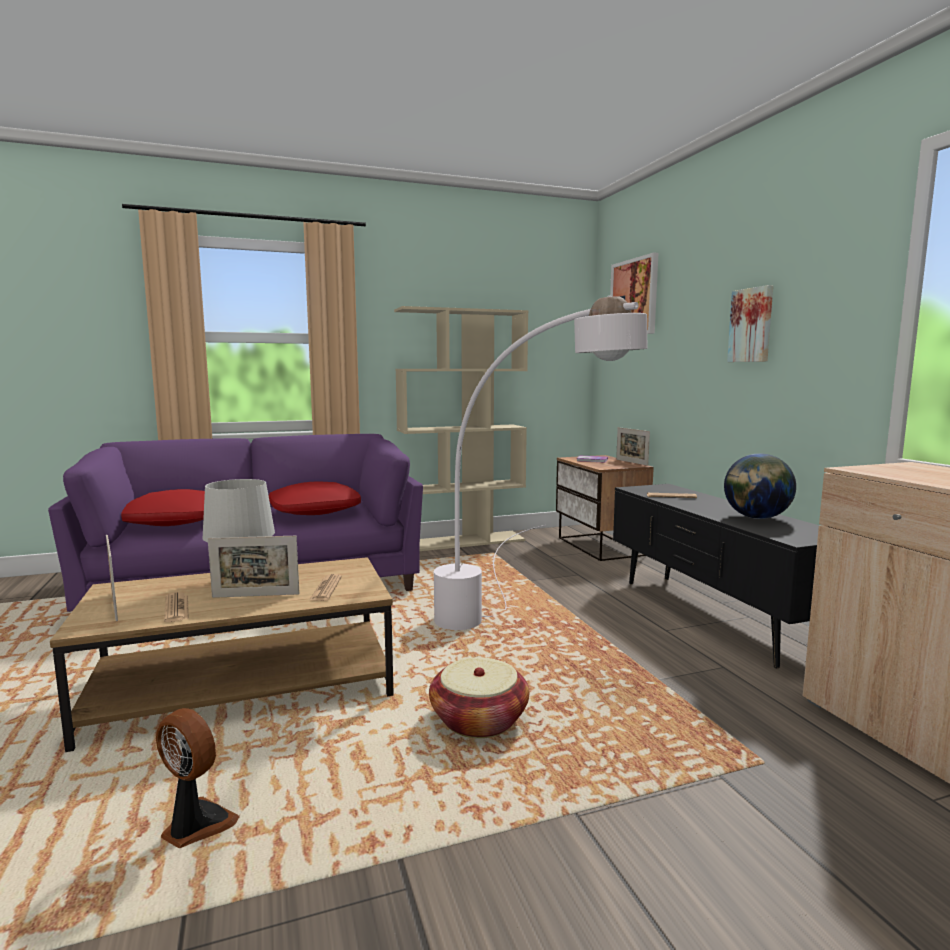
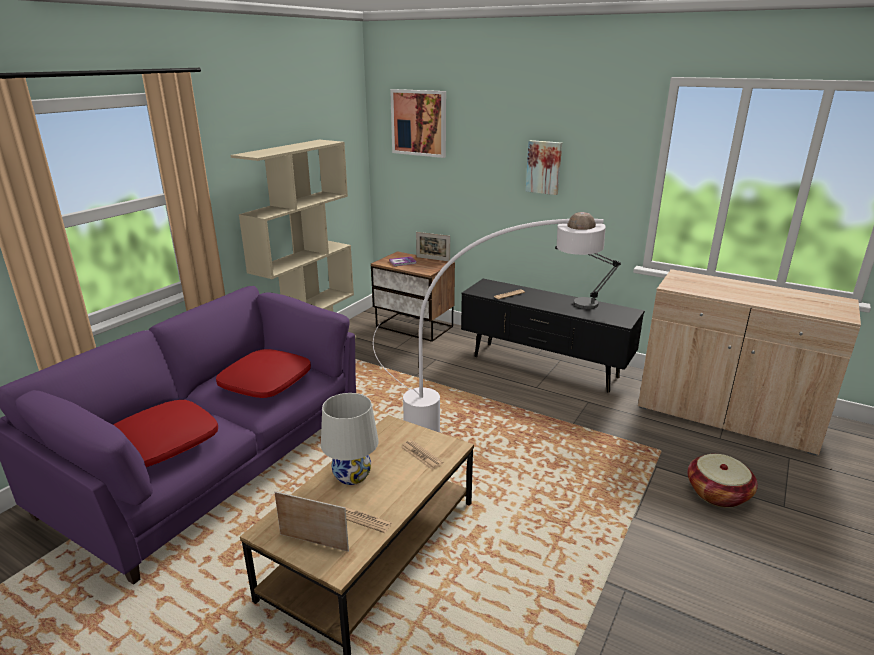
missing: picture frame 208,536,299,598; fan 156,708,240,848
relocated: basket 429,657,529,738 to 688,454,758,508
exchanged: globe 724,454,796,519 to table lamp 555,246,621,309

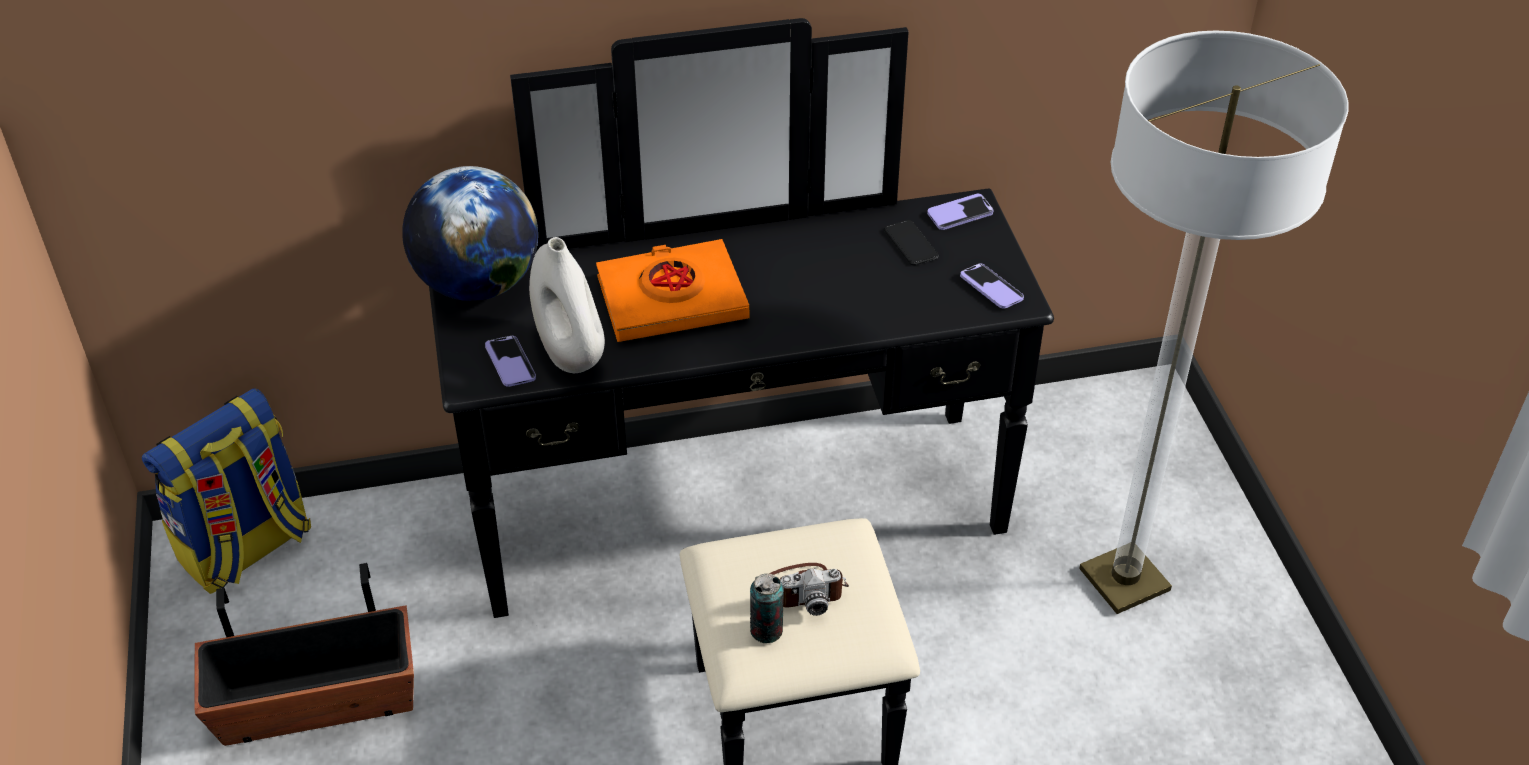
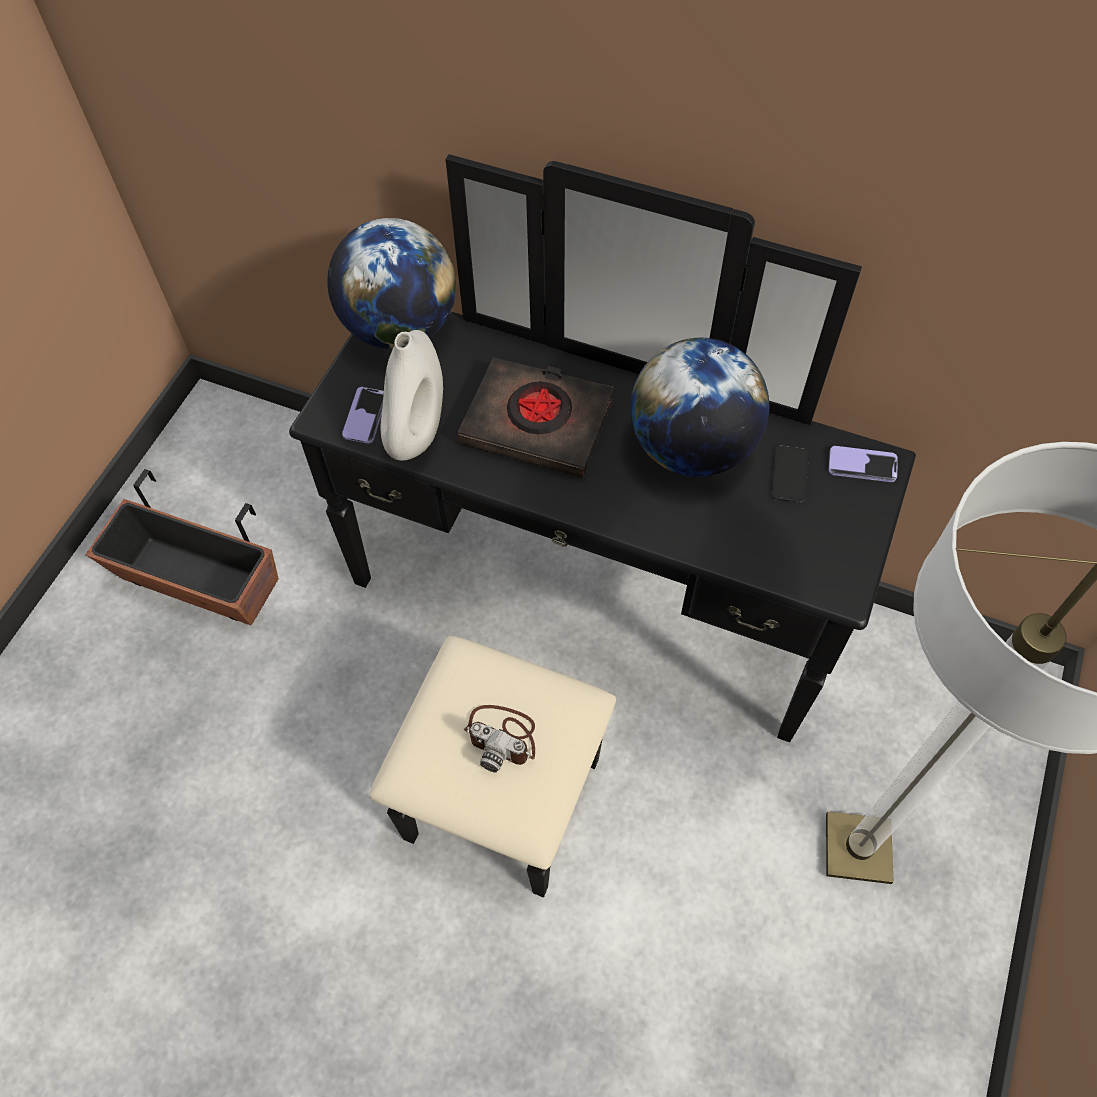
missing: phone 960,264,1024,309; backpack 142,388,311,594; can 750,573,784,643
appeared: globe 630,338,769,477
colour: orange book 596,239,749,342 to black book 458,357,614,477

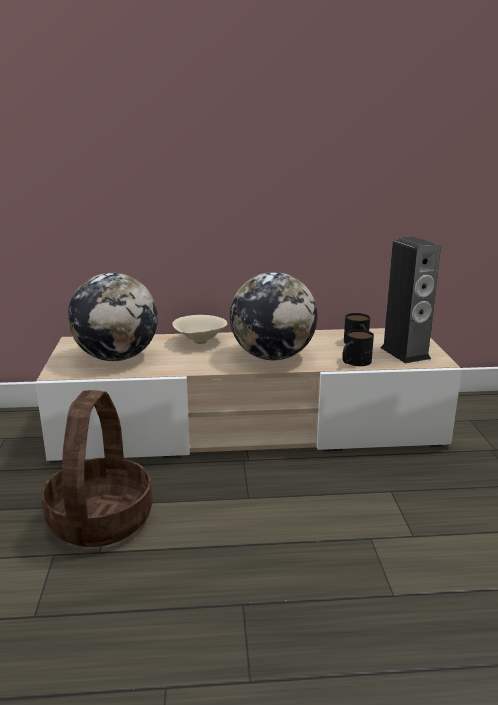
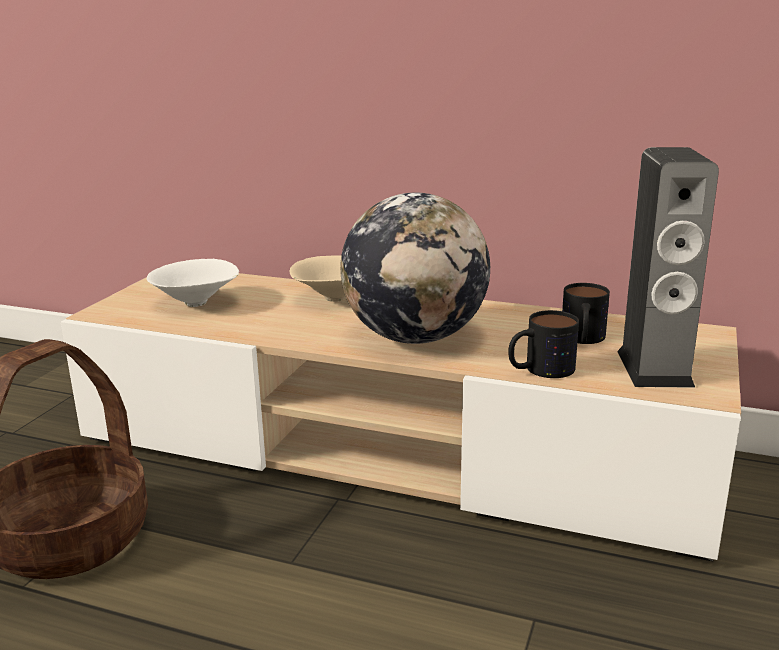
exchanged: globe 68,273,158,361 to white bowl 146,259,239,307

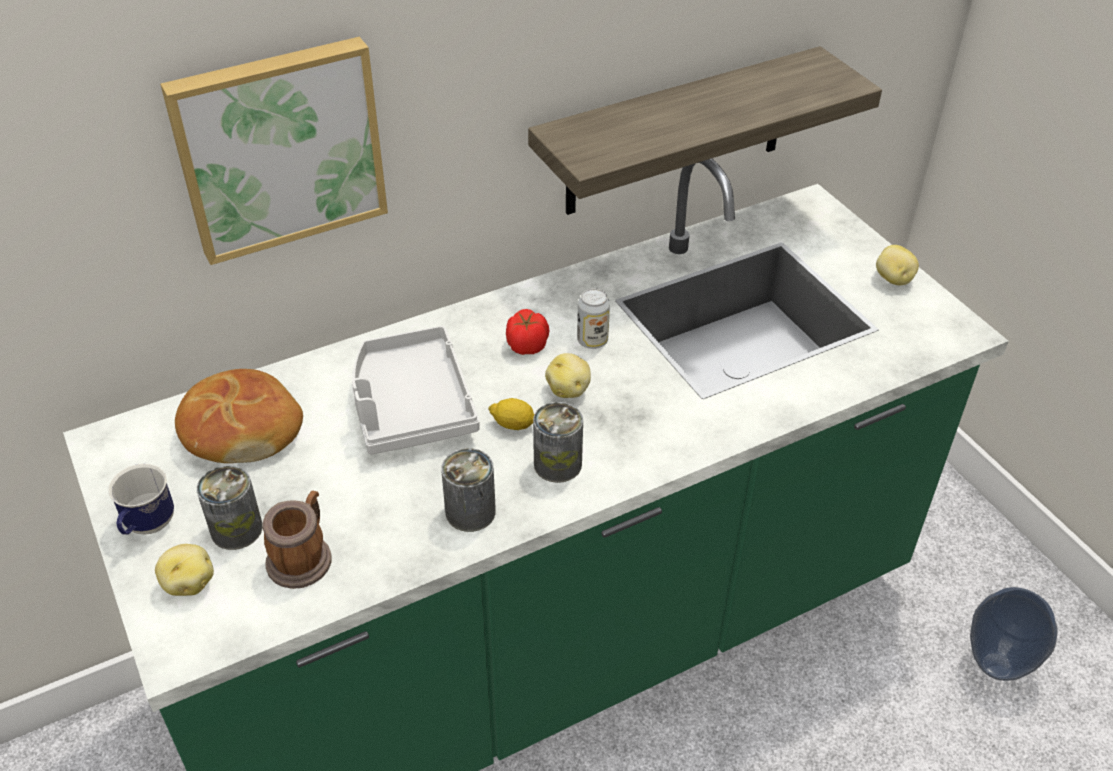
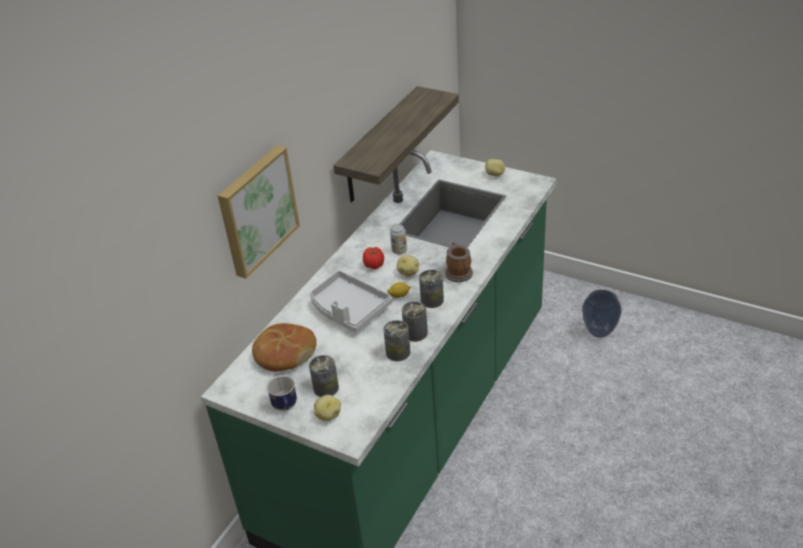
appeared: can 383,320,410,361
relocated: mug 263,491,332,589 to 445,242,473,282

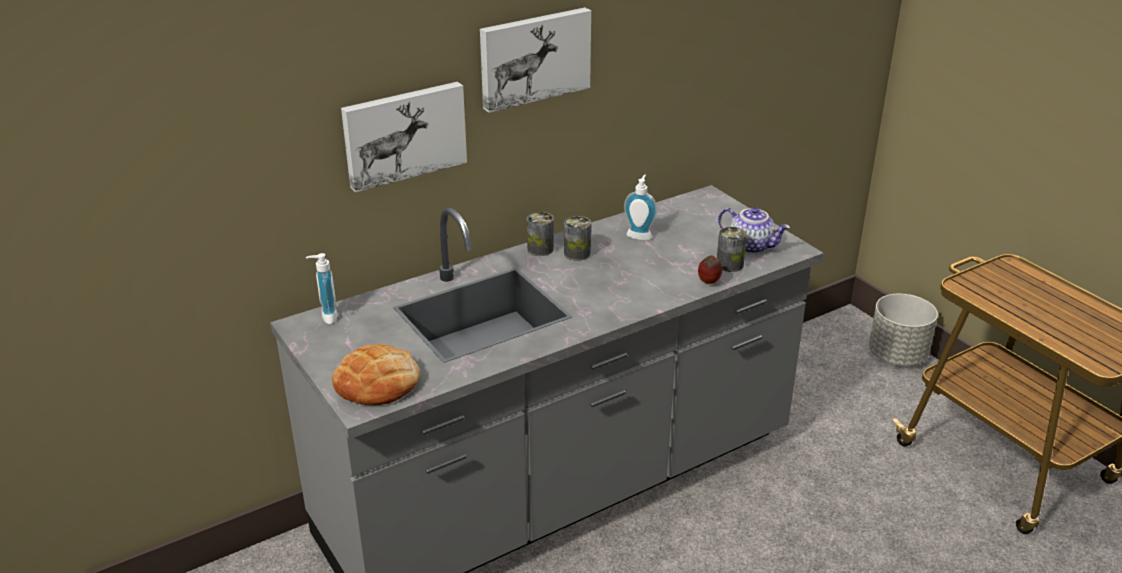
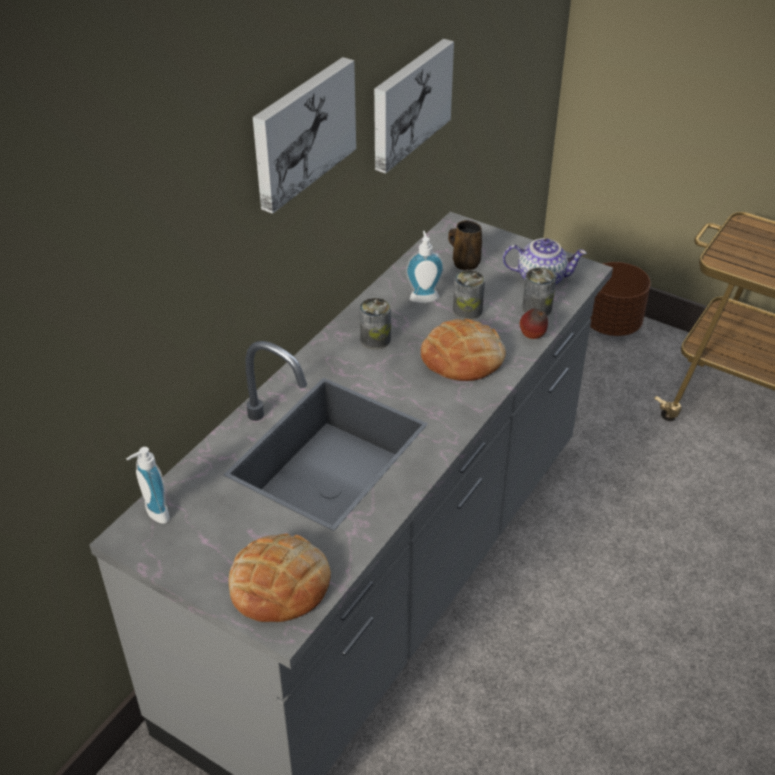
appeared: brown mug 448,220,482,270; bread 421,319,506,381
relocated: picture 341,82,467,192 to 374,39,454,174; can 527,212,554,256 to 453,270,485,320
colour: grey planter 869,294,938,366 to brown planter 590,262,651,336

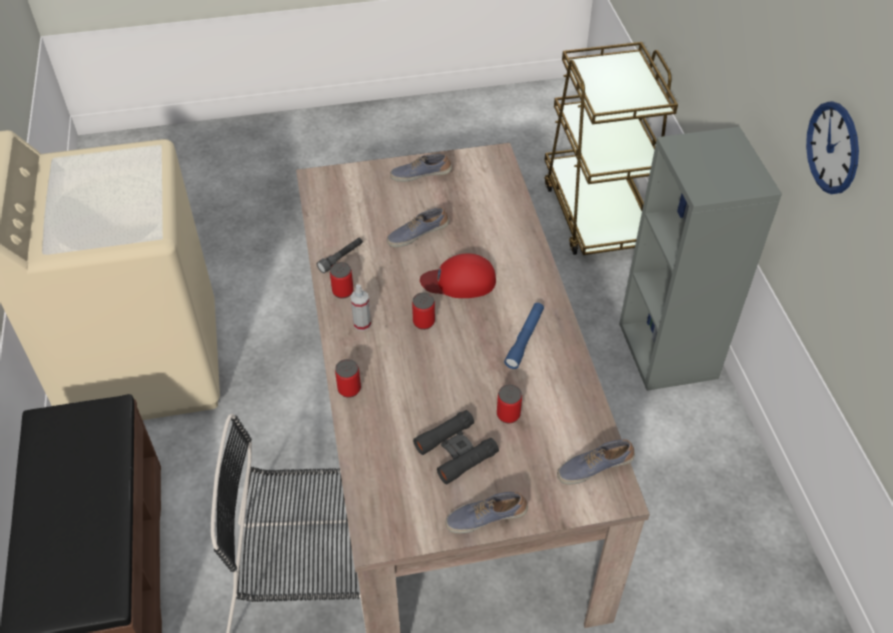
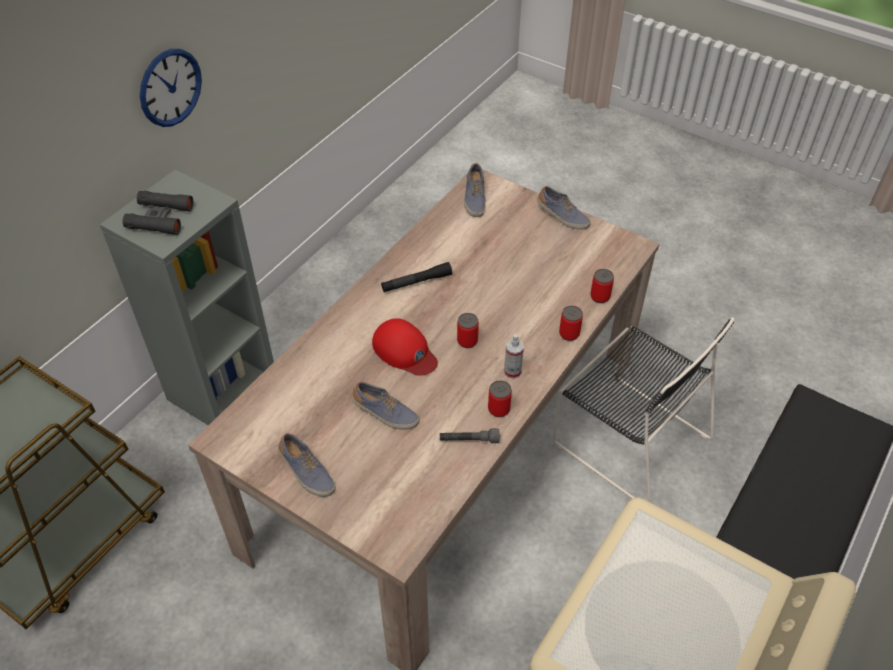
relocated: can 497,384,522,424 to 590,269,614,303; black binoculars 413,410,499,484 to 123,191,193,235
colour: blue flashlight 504,303,544,369 to black flashlight 381,262,452,292
spun: shoe 557,439,635,485 = 464,163,485,217 60 degrees clockwise

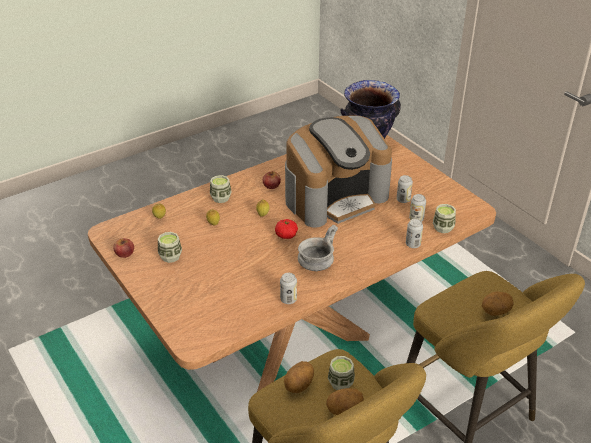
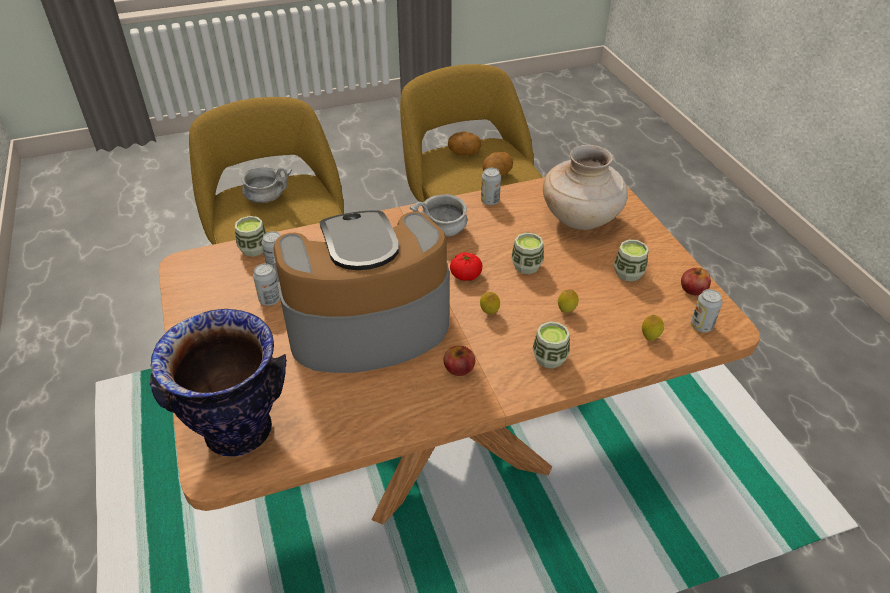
appeared: beige vase 543,145,628,230
relocated: can 406,219,423,248 to 691,289,722,332; cup 328,356,355,390 to 511,232,544,274
exchanged: potato 482,291,513,316 to grey bowl 241,167,292,203

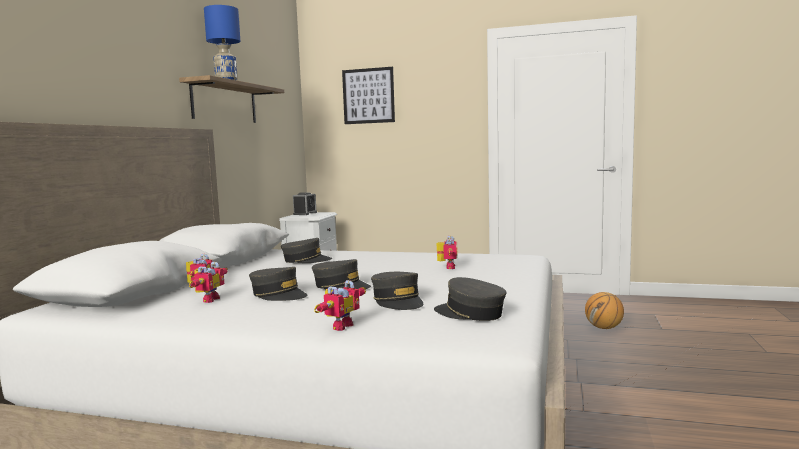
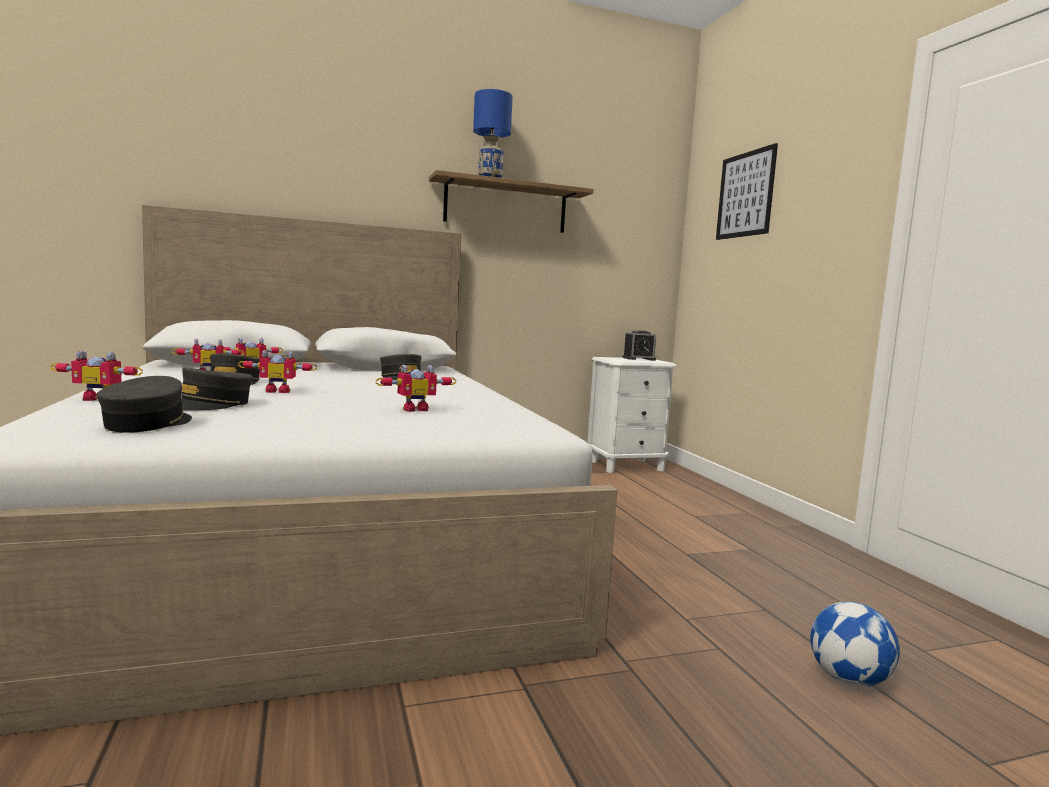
exchanged: grey cap 312,259,371,290 to toy robot 238,350,317,393; basketball 585,292,624,329 to football 810,602,900,687

